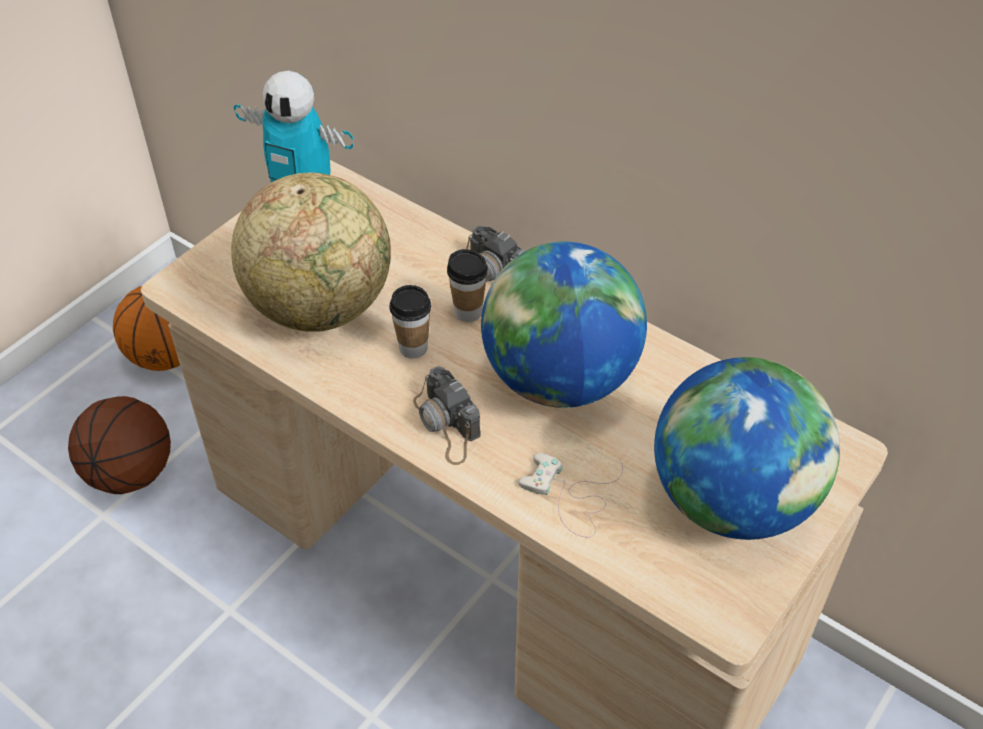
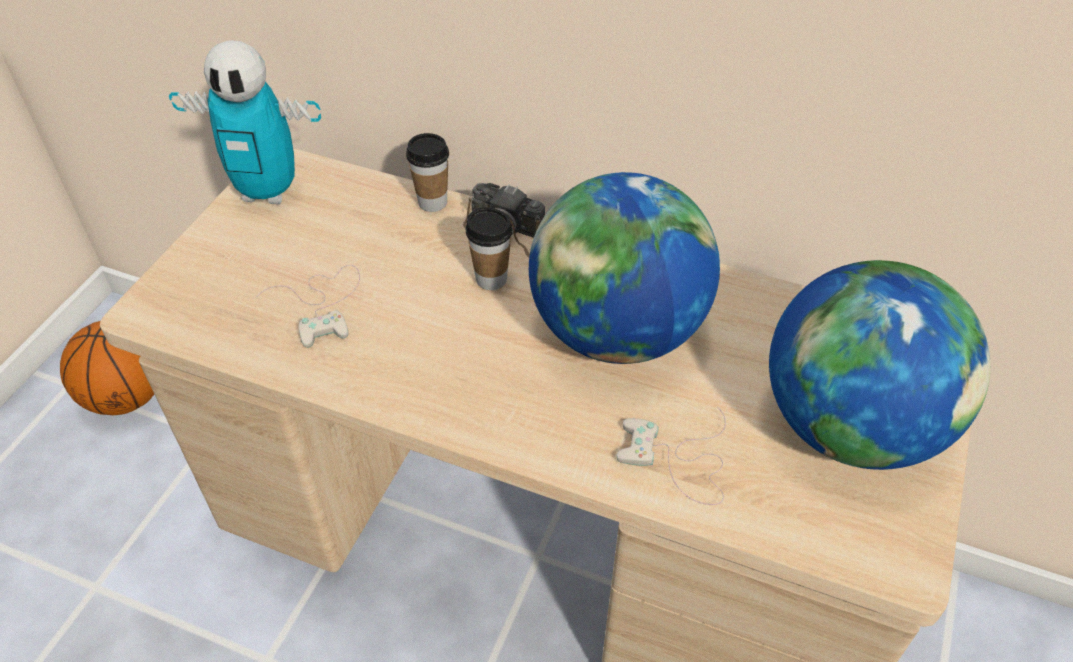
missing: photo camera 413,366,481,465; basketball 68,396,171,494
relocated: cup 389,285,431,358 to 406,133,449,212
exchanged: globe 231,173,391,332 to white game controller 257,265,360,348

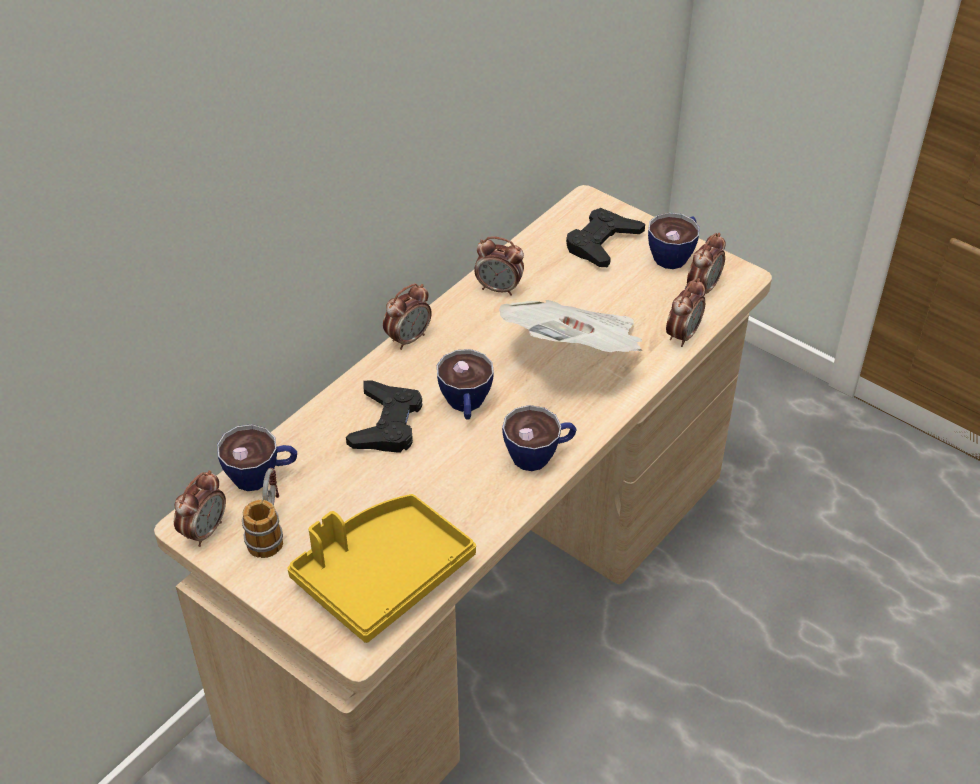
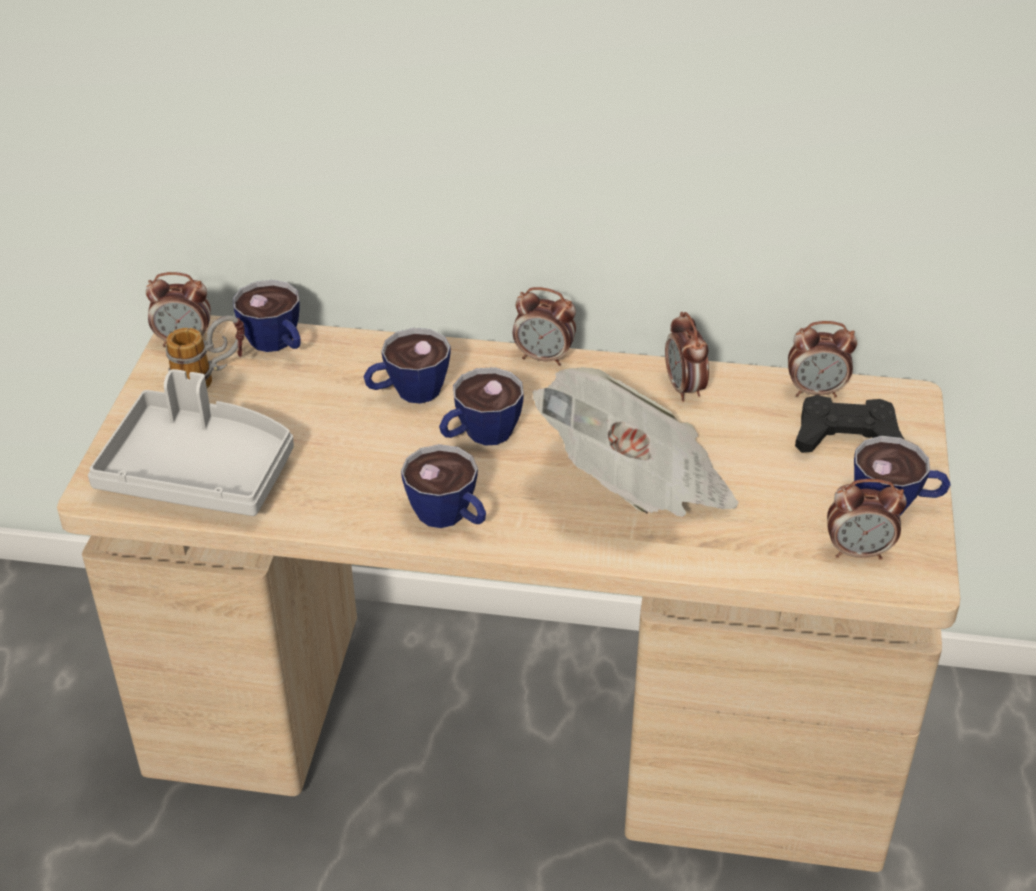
relocated: alarm clock 666,278,705,347 to 788,321,857,398
exchanged: black game controller 346,380,423,453 to cup 364,328,450,404
colour: yellow tray 287,494,476,643 to grey tray 88,369,294,516

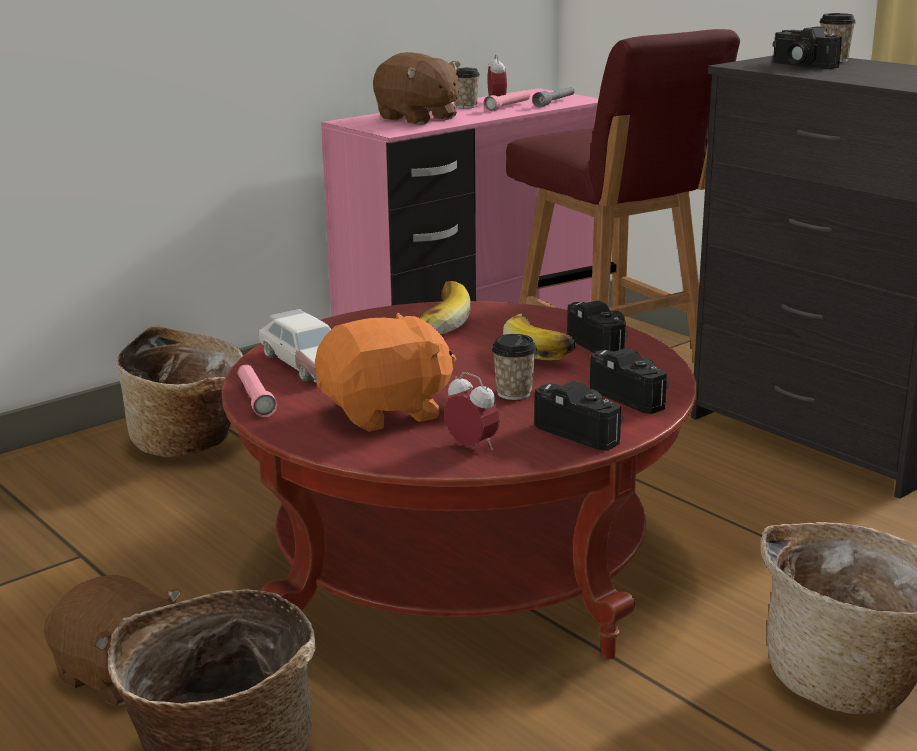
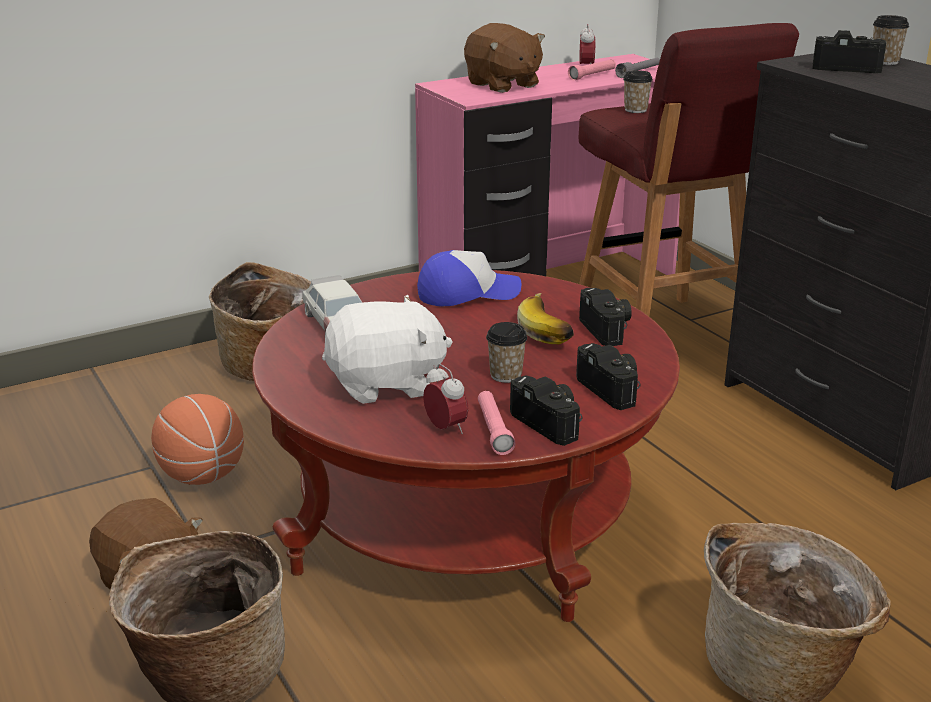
appeared: basketball 151,394,244,485
relocated: cup 454,68,480,109 to 623,70,653,113; pink flashlight 238,365,277,417 to 478,391,516,455
exchanged: banana 420,281,471,334 to cap 417,250,521,306
colour: orange plush toy 315,313,456,432 to white plush toy 322,295,453,404
spun: photo camera 773,26,842,69 = 813,30,886,73 135 degrees clockwise

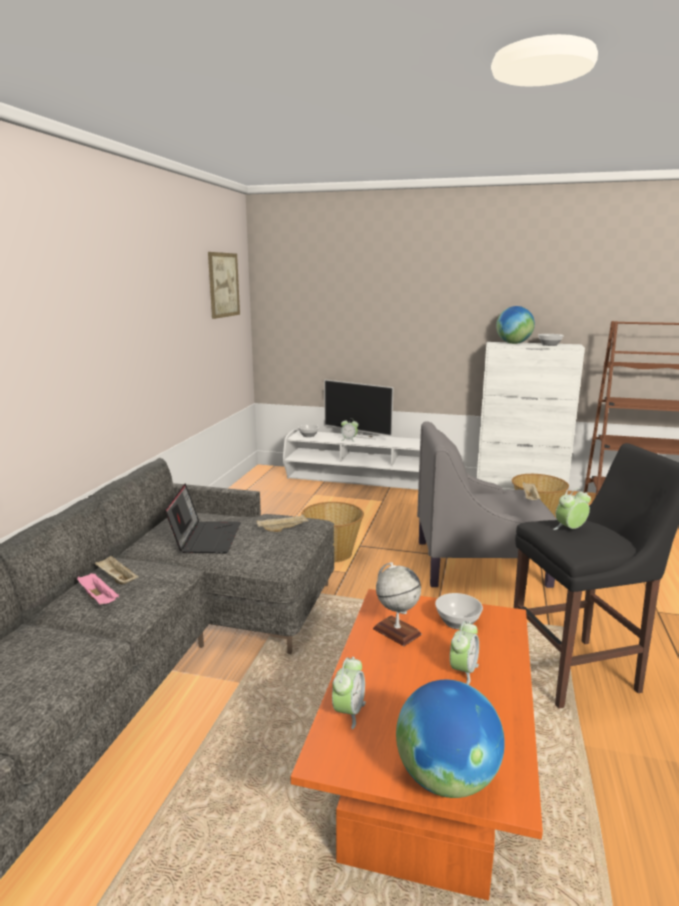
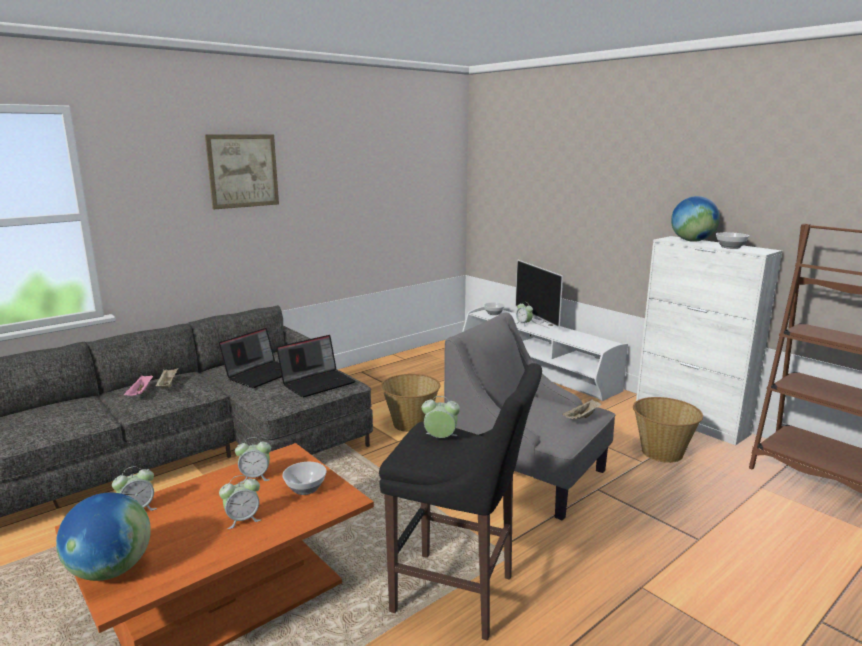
relocated: picture 208,252,240,319 to 205,135,279,209
exchanged: beige tray 257,514,309,532 to laptop 276,335,355,398; globe 373,562,422,646 to alarm clock 235,437,271,483

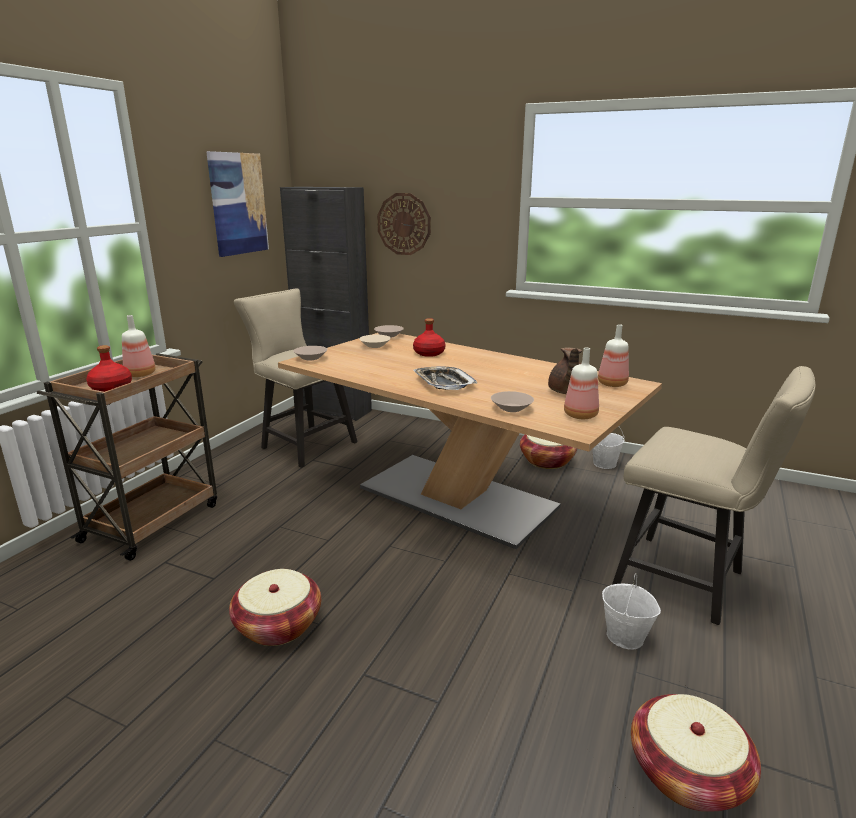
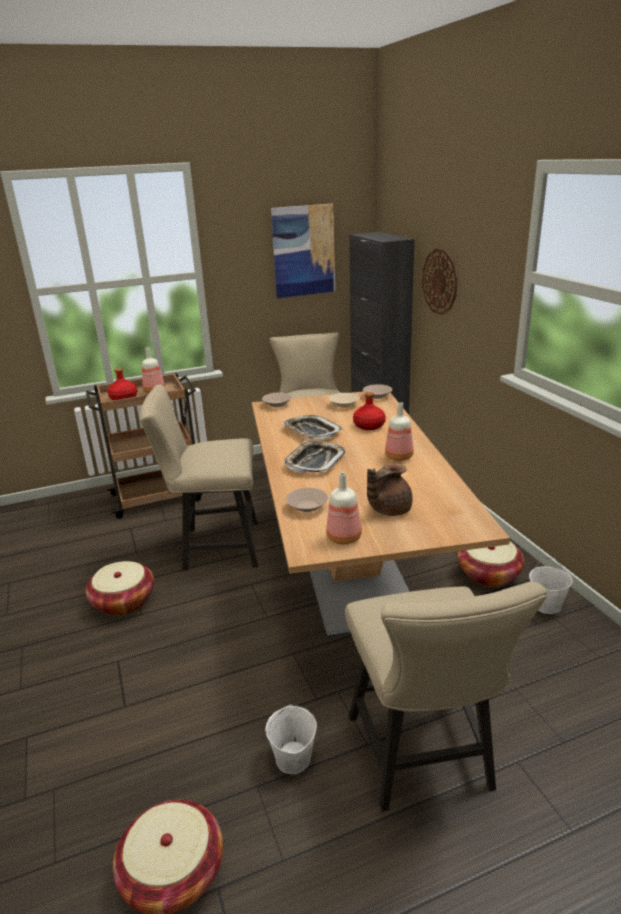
appeared: beige chair 140,385,258,570; tray 283,415,343,439
relocated: bottle 598,324,629,387 to 385,402,414,461

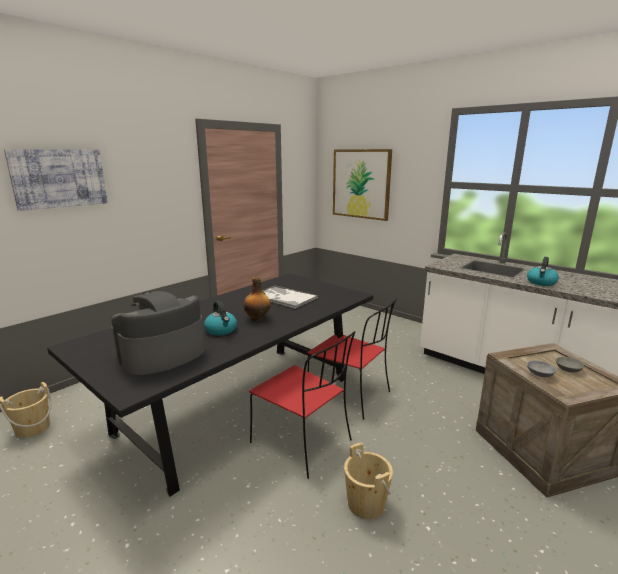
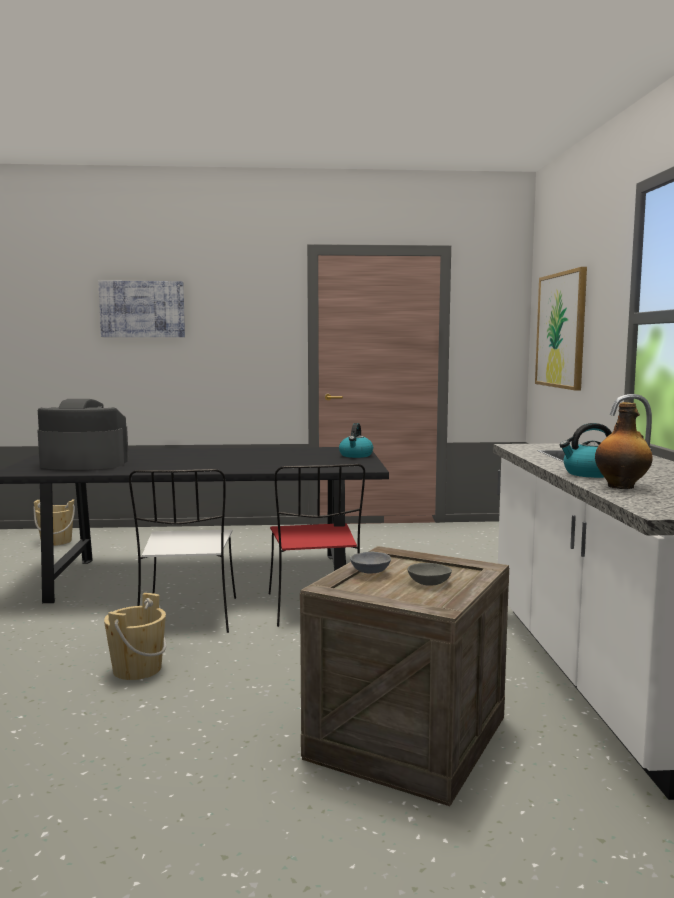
missing: tray 262,285,318,309
relocated: bottle 243,277,271,321 to 595,402,653,489; kettle 204,301,237,335 to 339,423,373,458
colour: red chair 249,331,355,479 to white chair 129,469,236,633

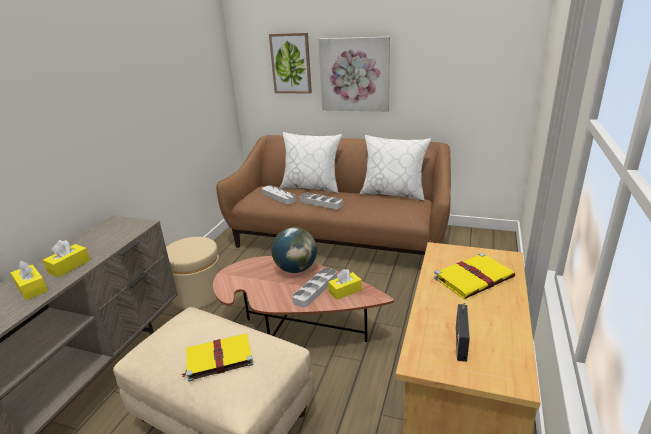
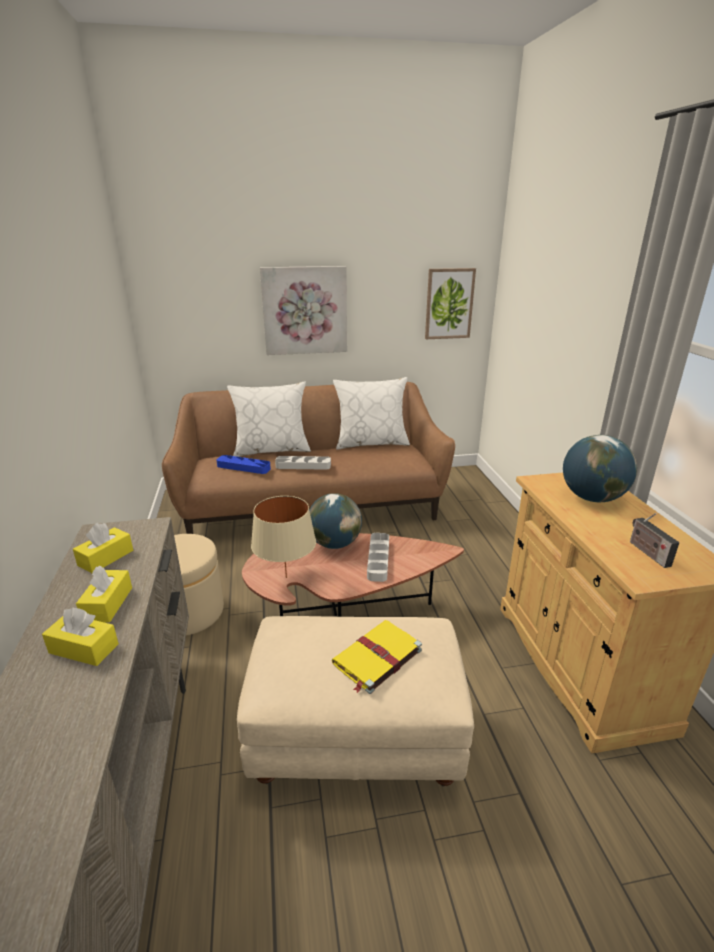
appeared: beige table lamp 251,496,316,578
relocated: picture 269,33,312,94 to 425,268,476,339; yellow tissue box 328,269,362,300 to 73,523,133,573
exchanged: yellow book 434,253,515,299 to globe 563,435,637,502
colour: grey tray 262,185,296,205 to blue tray 216,455,271,474

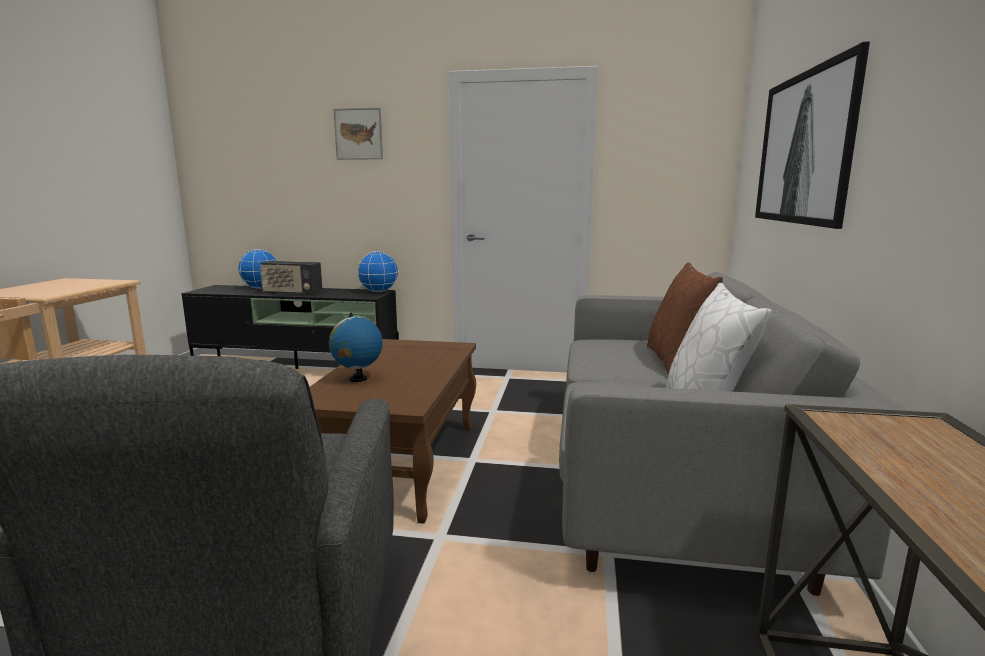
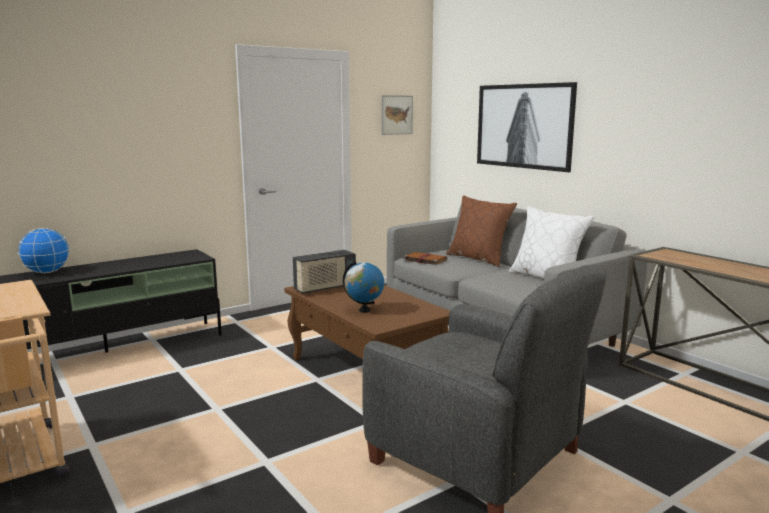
missing: globe 357,251,399,292
appeared: brown book 404,252,447,265
relocated: picture 333,108,383,160 to 381,95,413,135; radio 260,261,323,296 to 293,250,356,294

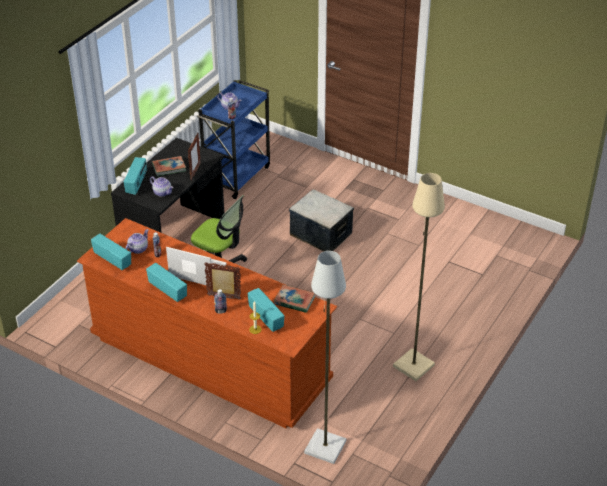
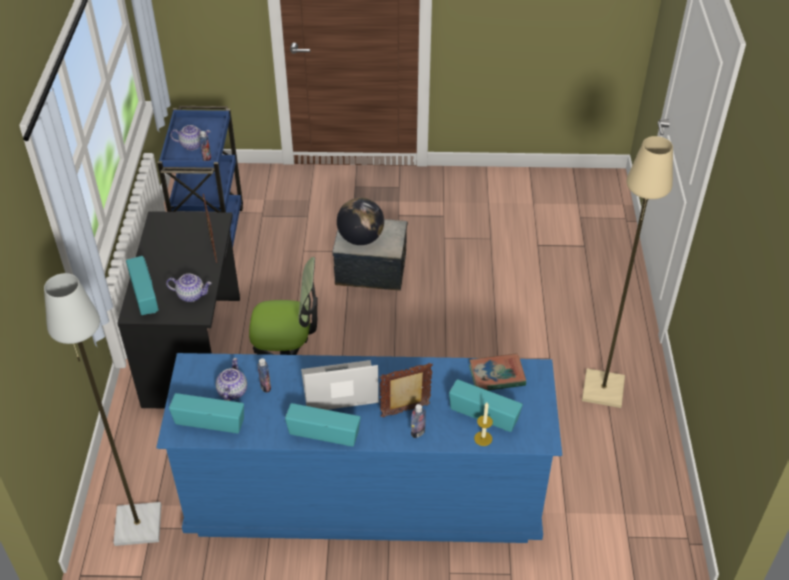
missing: book 152,156,186,176
appeared: globe 337,198,384,245
relocated: grey floor lamp 304,251,346,464 to 44,273,161,546
colour: brown dresser 77,218,337,428 to blue dresser 156,353,562,543

